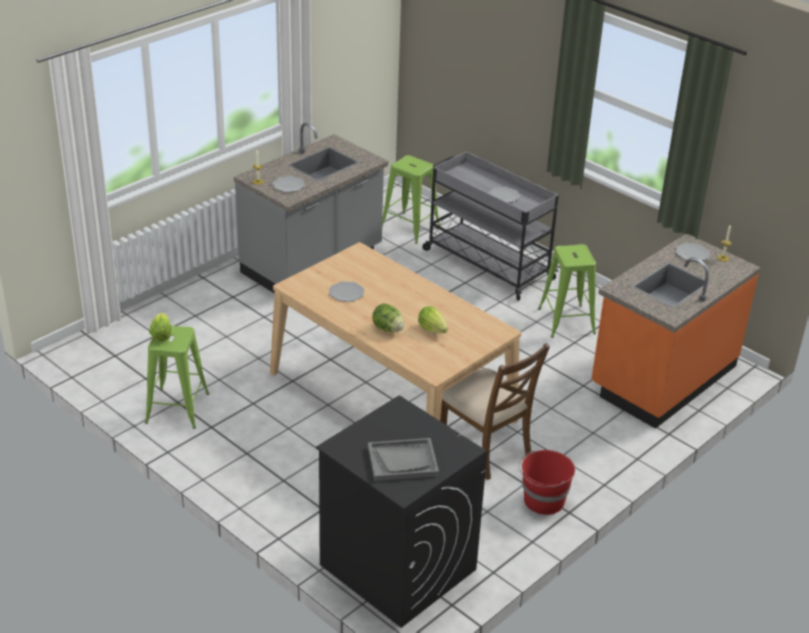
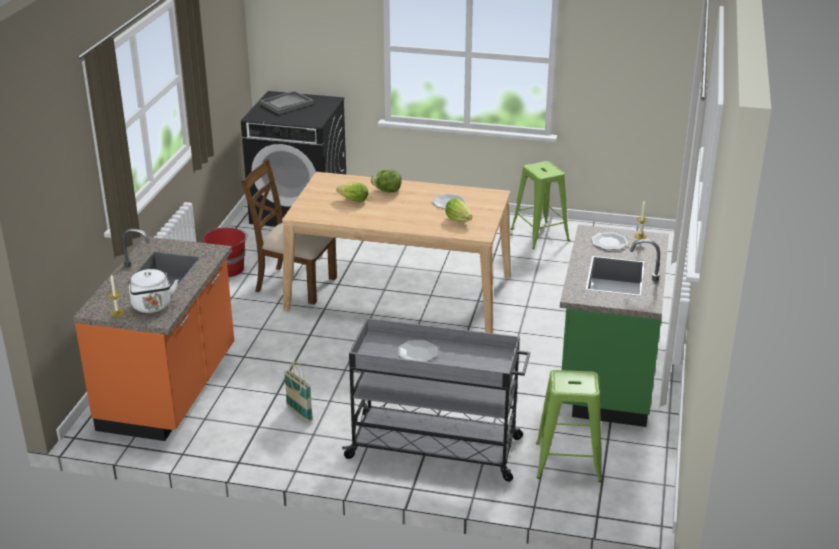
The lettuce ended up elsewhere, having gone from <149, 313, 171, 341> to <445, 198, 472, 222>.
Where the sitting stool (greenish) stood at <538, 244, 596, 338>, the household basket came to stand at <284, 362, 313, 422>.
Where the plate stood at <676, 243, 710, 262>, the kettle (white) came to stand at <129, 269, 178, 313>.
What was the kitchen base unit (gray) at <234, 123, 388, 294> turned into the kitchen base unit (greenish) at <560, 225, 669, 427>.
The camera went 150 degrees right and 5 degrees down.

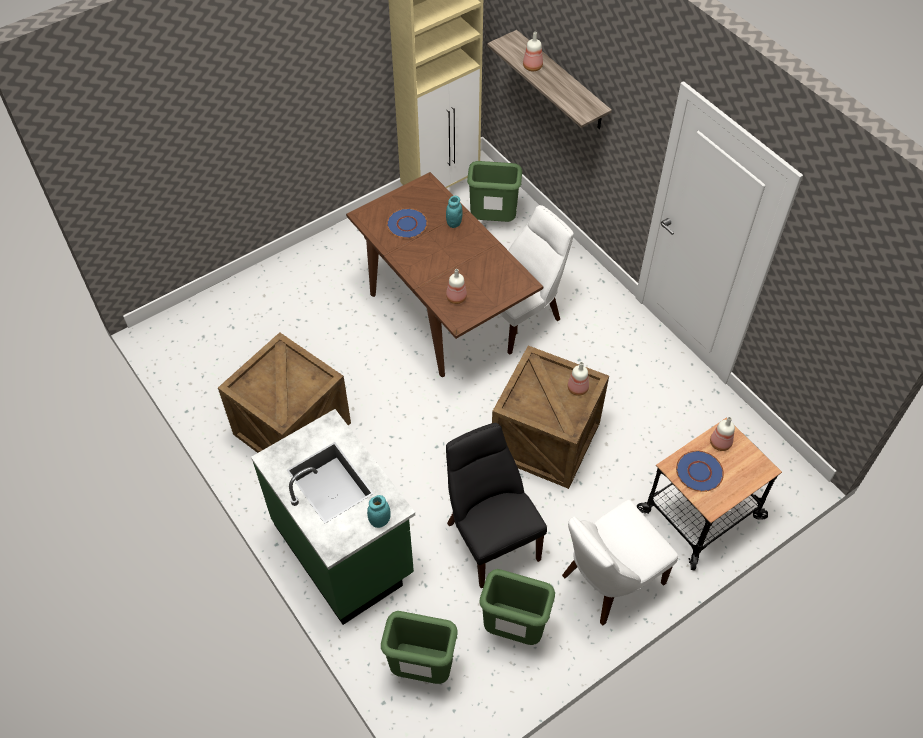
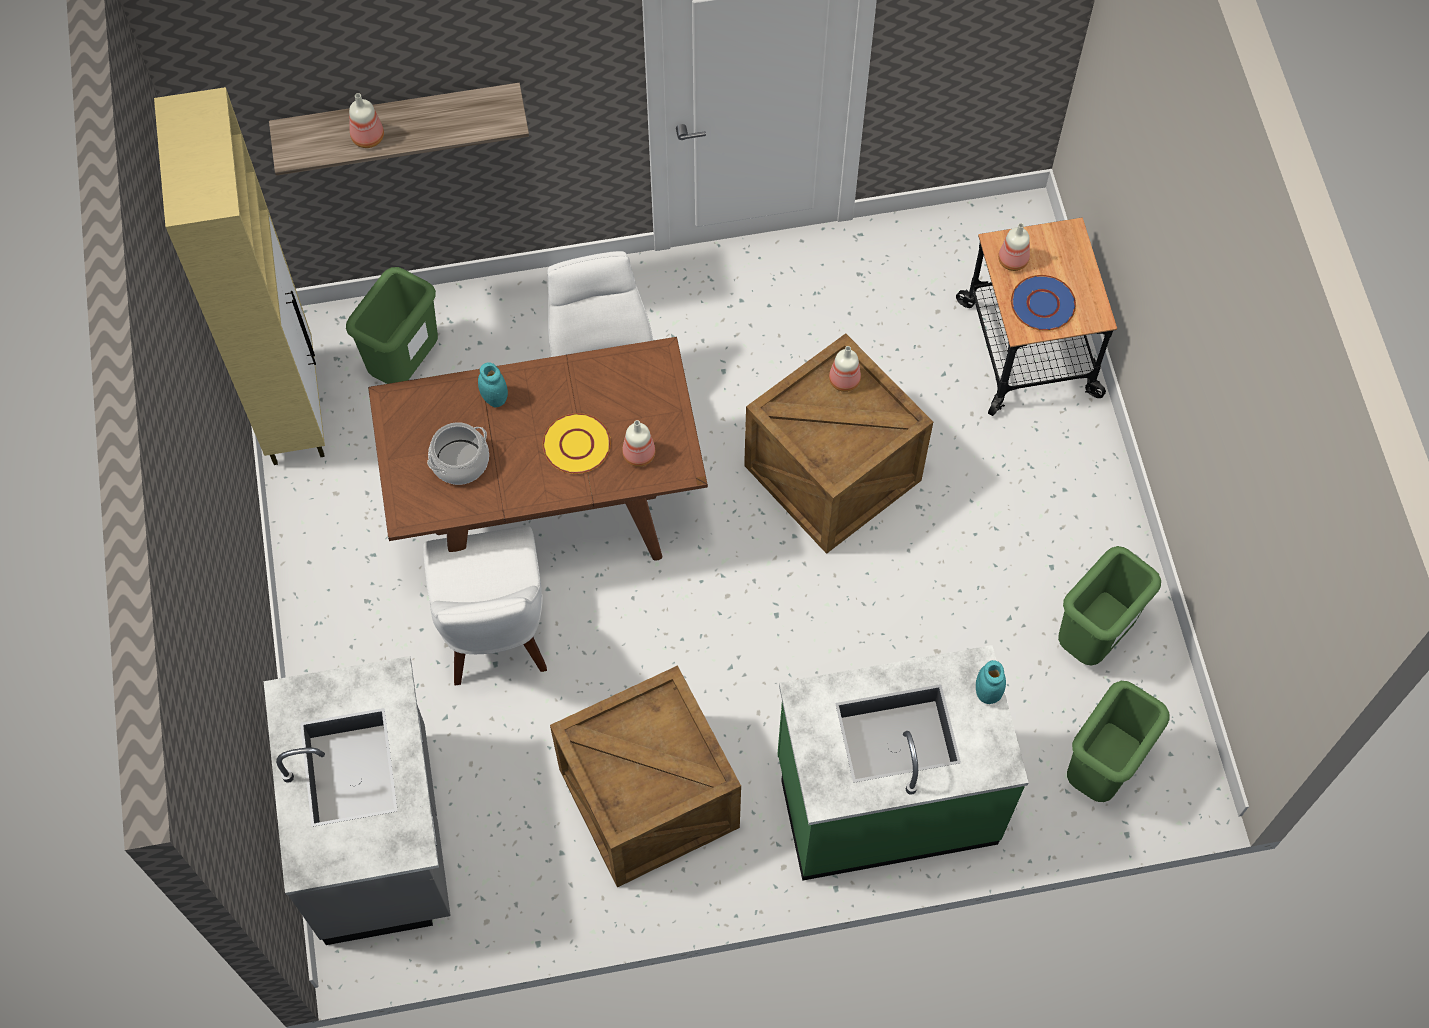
The second view lost the chair (blackish) at <446, 423, 547, 588>.
The second view gained the kitchen base unit (gray) at <264, 656, 450, 945>.
The second view gained the plate (yellow-coloured) at <543, 413, 611, 474>.
The chair (white) ended up elsewhere, having gone from <562, 500, 678, 626> to <423, 526, 547, 685>.
Where the plate (bluish) stood at <387, 208, 427, 238>, the saucepot came to stand at <427, 422, 489, 485>.
The camera went 65 degrees left and 10 degrees up.

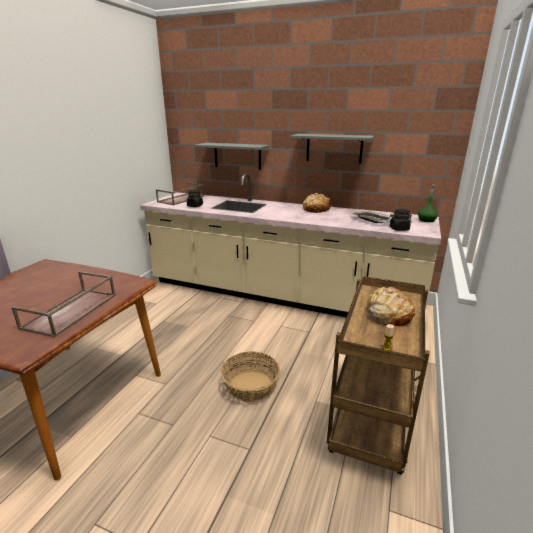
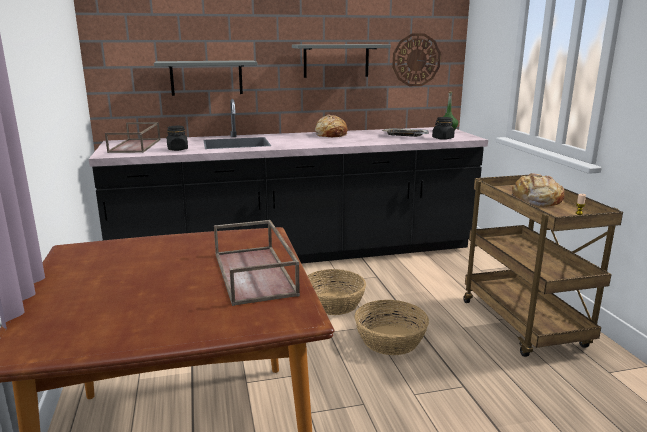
The second view gained the household basket at <307, 269, 366, 315>.
The second view gained the clock on the wall at <392, 33, 441, 86>.
What was the kitchen base unit (sand-coloured) at <140, 173, 441, 317> turned into the kitchen base unit (blackish) at <89, 99, 488, 264>.
The camera went 35 degrees left and 5 degrees down.

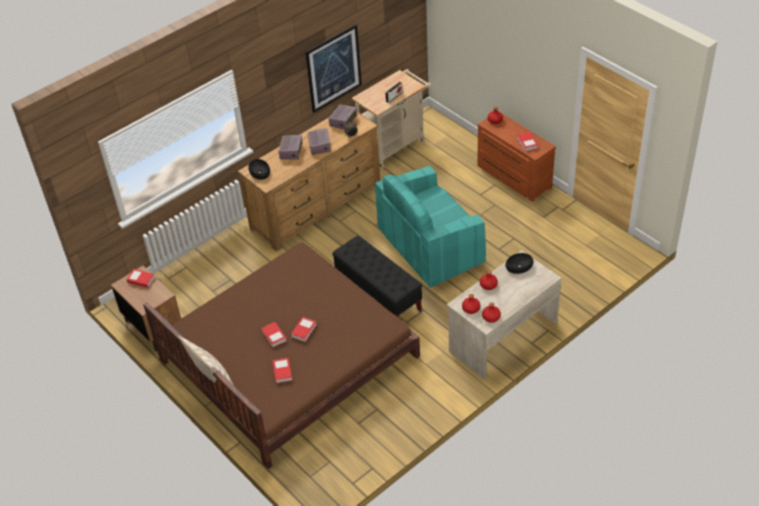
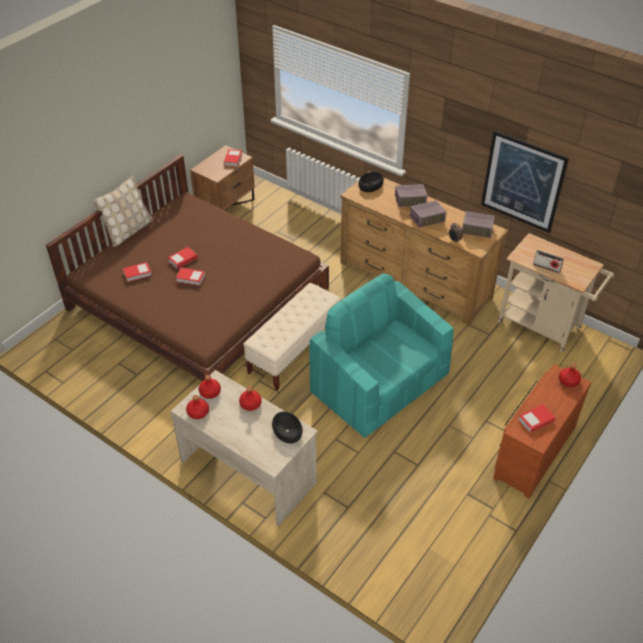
What was the bench (blackish) at <333, 236, 422, 317> turned into the bench (sand-coloured) at <243, 283, 340, 390>.
The camera went 75 degrees right and 0 degrees up.

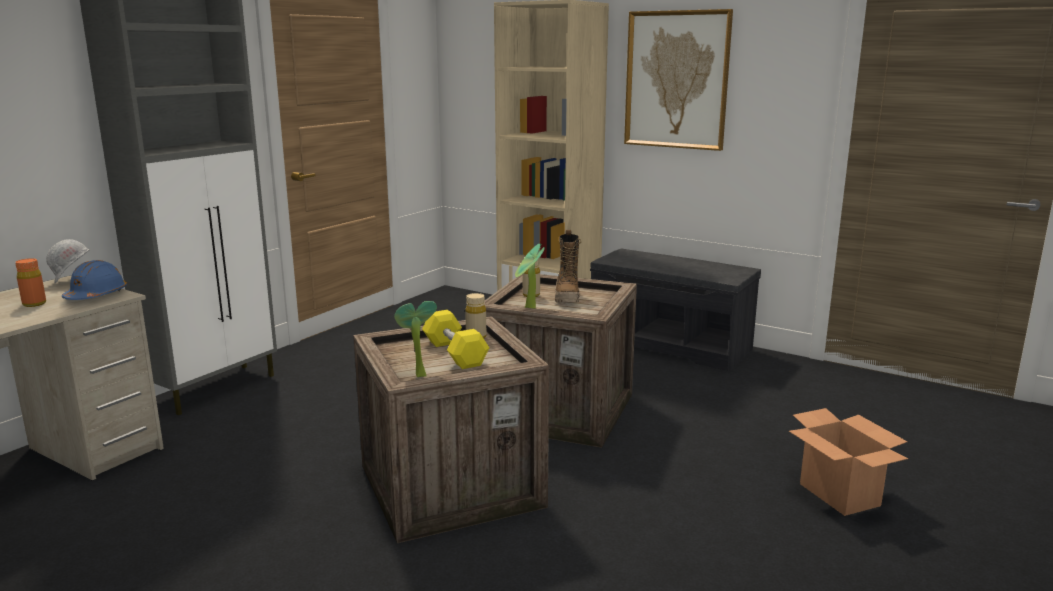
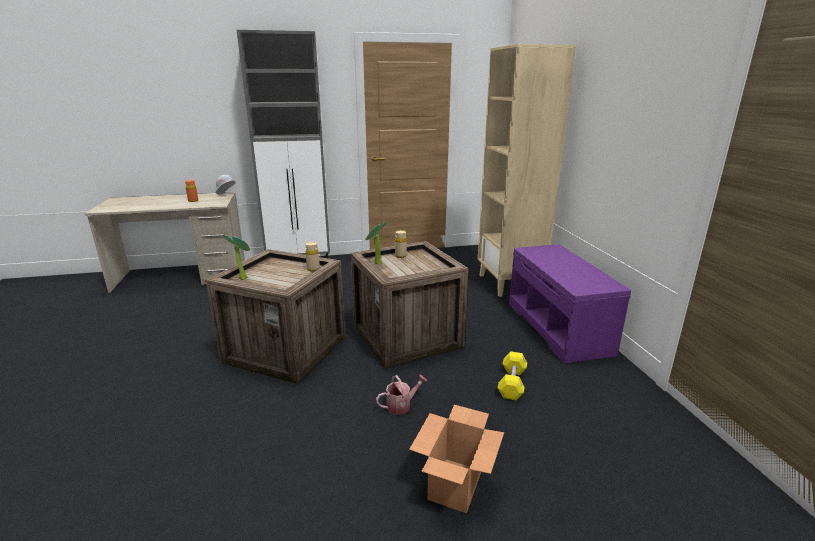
The second view lost the hard hat (bluish) at <62, 260, 127, 300>.
The second view lost the boot at <555, 230, 581, 303>.
The second view lost the picture at <624, 9, 733, 151>.
The second view gained the sprinkling can at <376, 374, 428, 415>.
The hand weight (yellow-coloured) ended up elsewhere, having gone from <422, 310, 489, 369> to <498, 351, 527, 400>.
What was the bench (gray) at <590, 249, 761, 371> turned into the bench (purplish) at <509, 245, 631, 363>.
The camera went 45 degrees right and 5 degrees up.

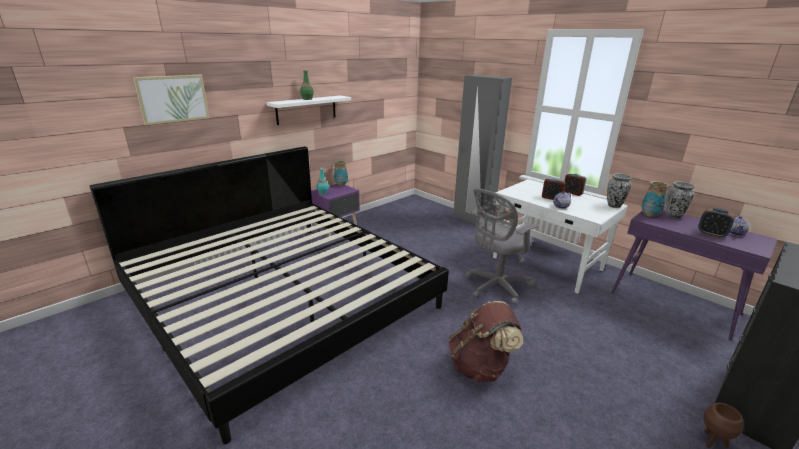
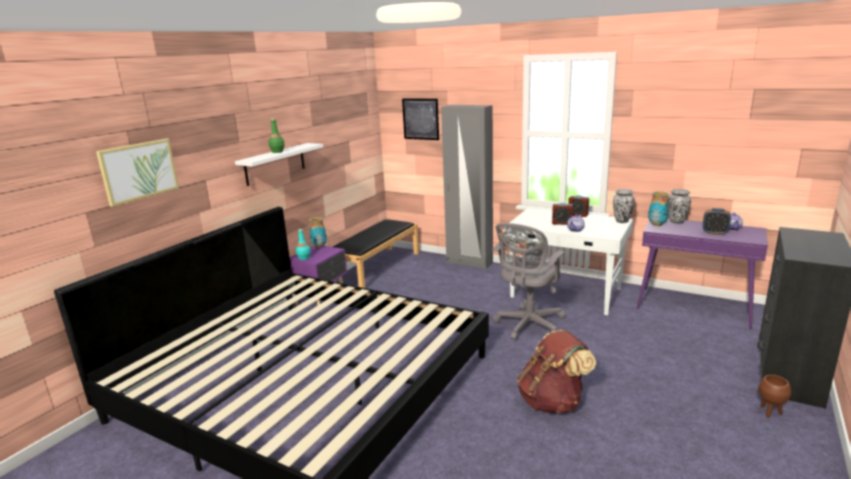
The second view gained the bench (blackish) at <333, 219, 419, 288>.
The second view gained the picture at <402, 99, 439, 140>.
The camera went 15 degrees left and 5 degrees down.

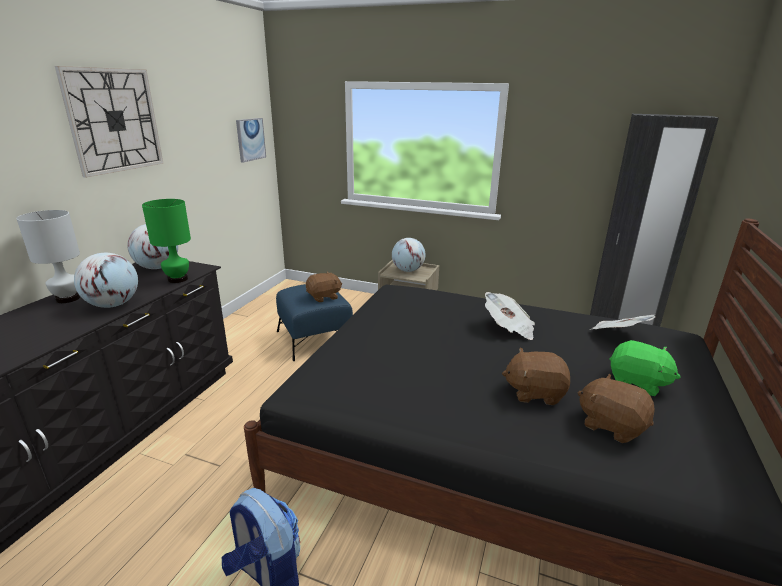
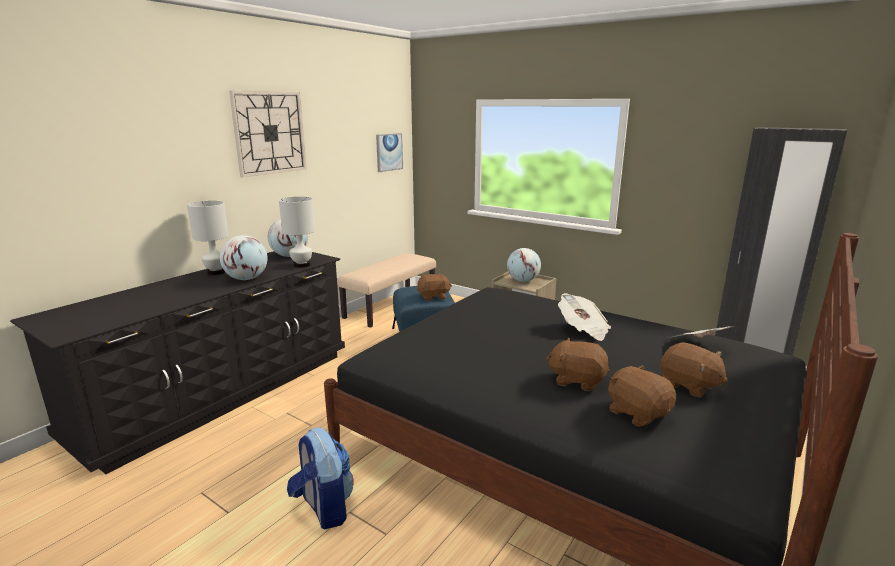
The second view gained the bench (sand-coloured) at <337, 253, 436, 327>.
What was the lamp for a table (greenish) at <142, 199, 191, 283> turned into the lamp for a table (white) at <279, 197, 315, 268>.
What was the plush toy (greenish) at <610, 340, 681, 396> turned into the plush toy (brown-coloured) at <660, 342, 728, 397>.
The camera went 15 degrees right and 5 degrees down.

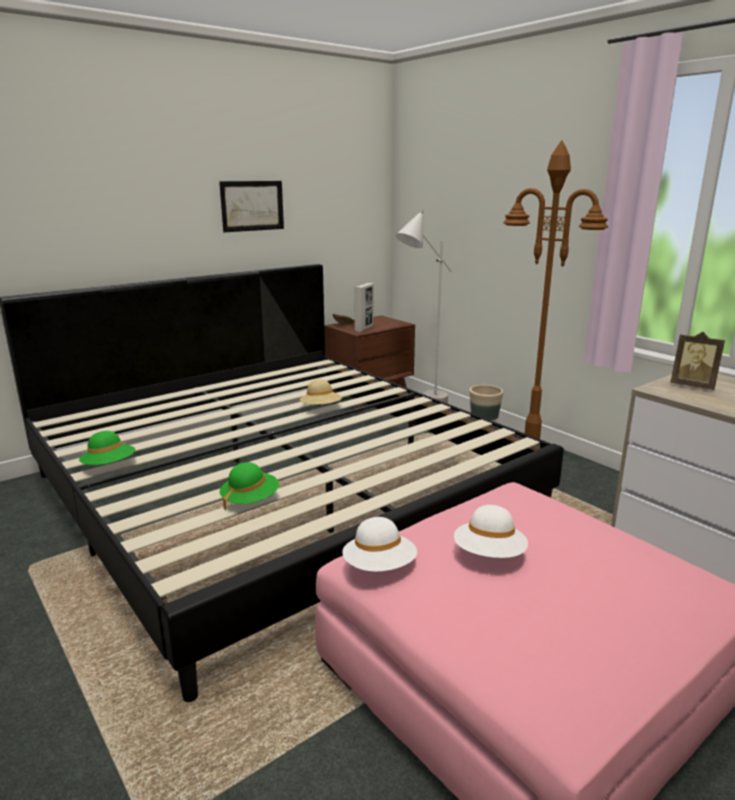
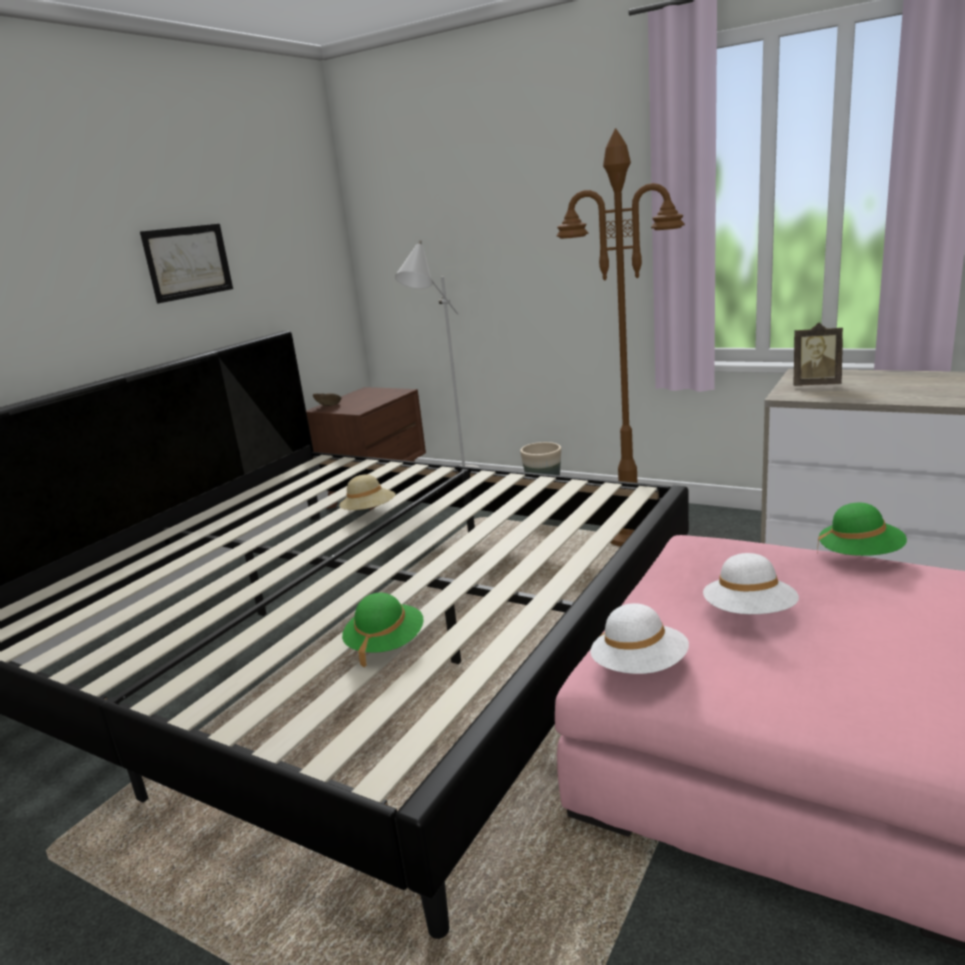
The second view lost the standing frame at <354, 283, 373, 332>.
The wearable hat (greenish) ended up elsewhere, having gone from <79, 431, 135, 465> to <817, 503, 907, 556>.
The camera went 20 degrees left and 0 degrees up.

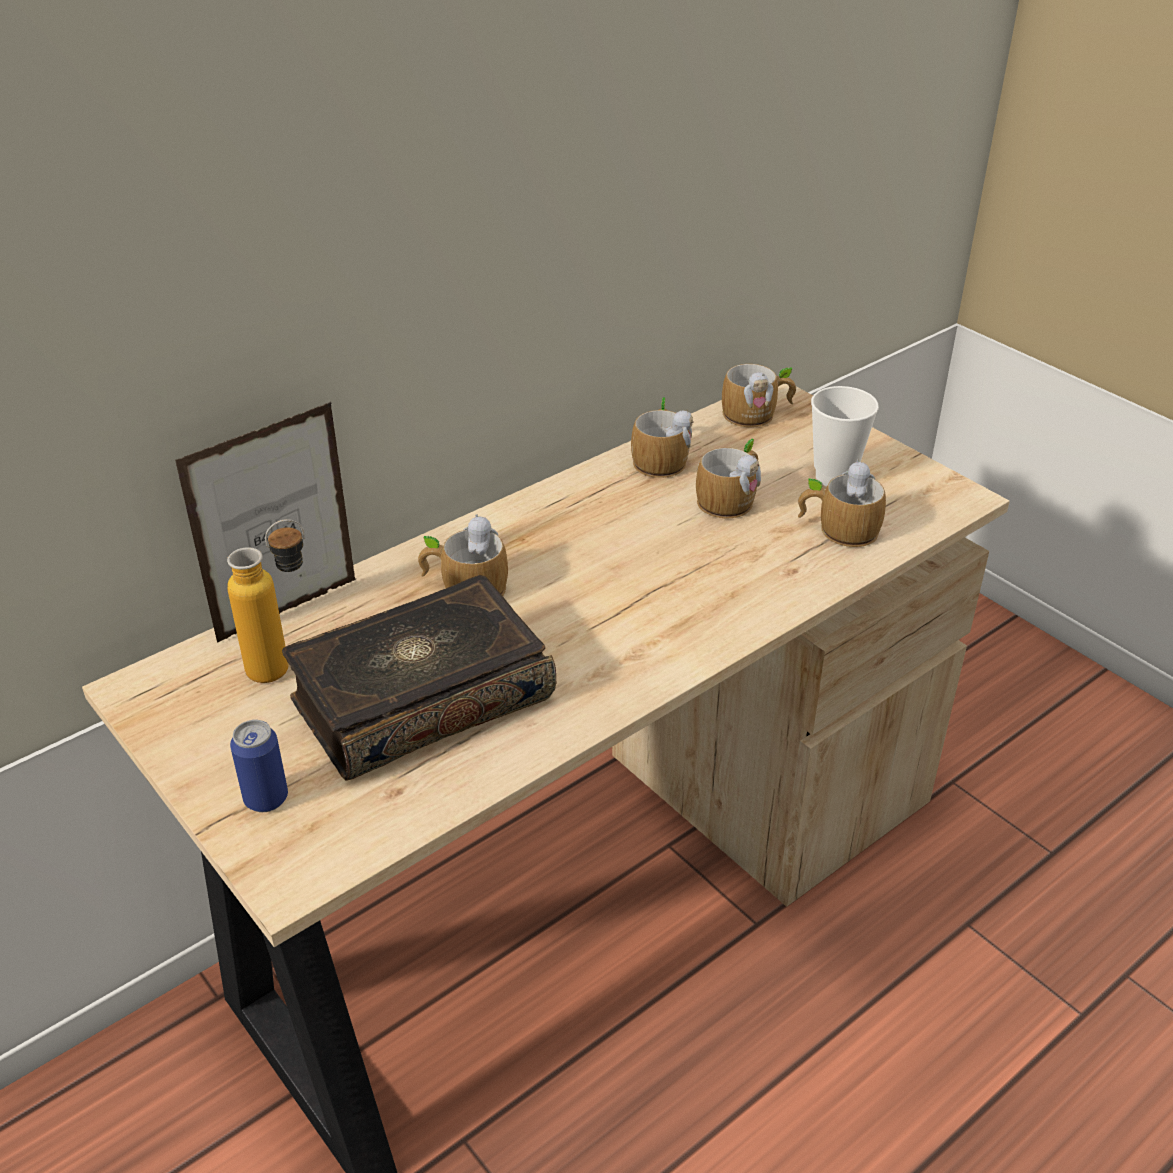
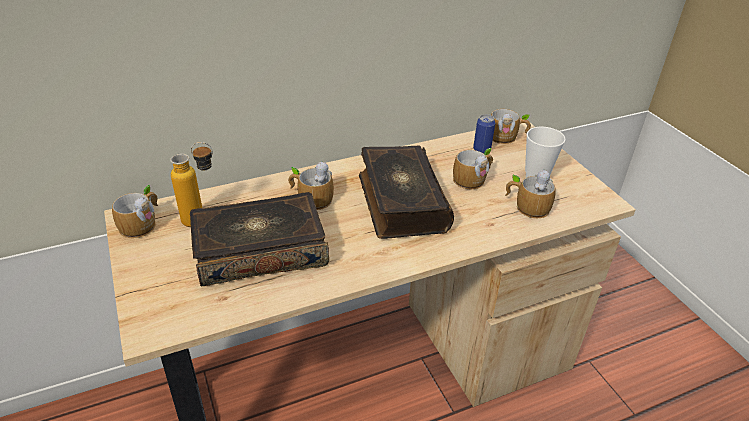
The second view lost the standing frame at <175, 402, 356, 643>.
The second view gained the volume at <359, 146, 454, 239>.
The can ended up elsewhere, having gone from <230, 720, 288, 812> to <473, 114, 495, 154>.
The coffee mug ended up elsewhere, having gone from <631, 398, 694, 478> to <112, 185, 158, 238>.
The camera went 15 degrees right and 0 degrees up.

